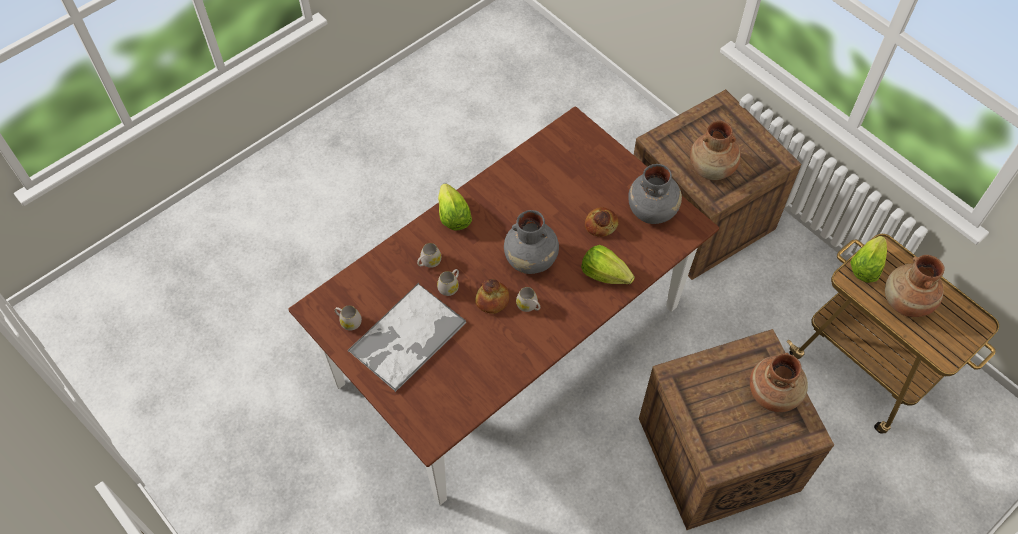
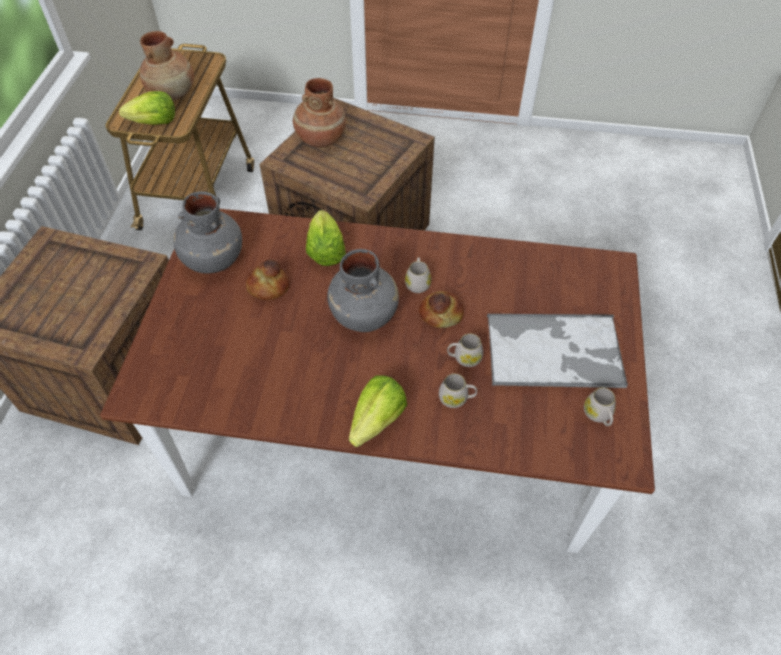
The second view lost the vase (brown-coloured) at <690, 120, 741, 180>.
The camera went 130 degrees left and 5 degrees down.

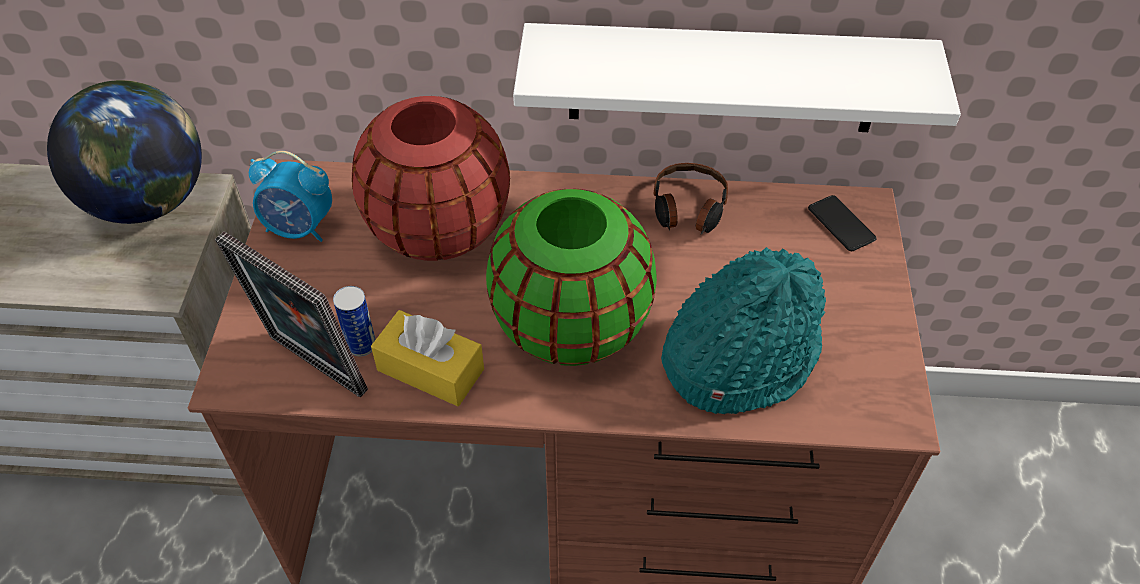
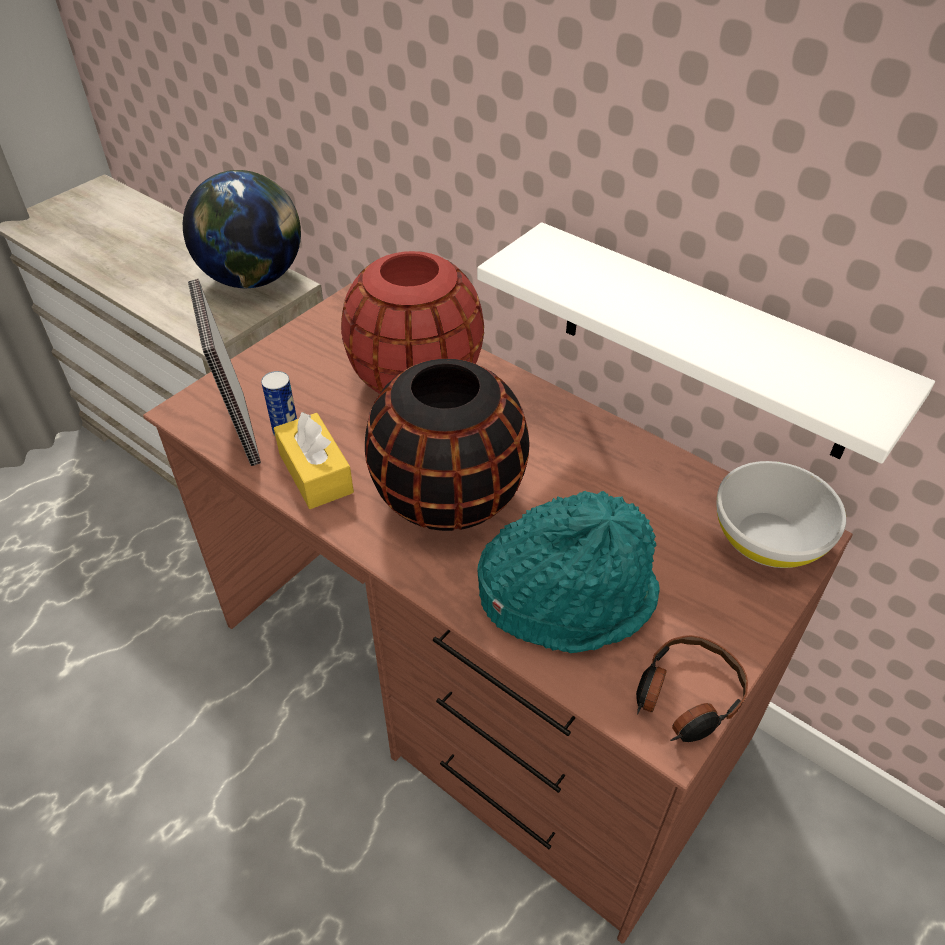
The second view lost the alarm clock at <249, 151, 332, 242>.
The headphones ended up elsewhere, having gone from <654, 163, 728, 235> to <636, 635, 748, 742>.
Where the handset stood at <808, 195, 877, 251>, the bowl (white) came to stand at <716, 461, 846, 568>.
What was the vase (greenish) at <486, 188, 657, 366> turned into the vase (blackish) at <365, 359, 530, 531>.
The camera went 35 degrees right and 5 degrees down.

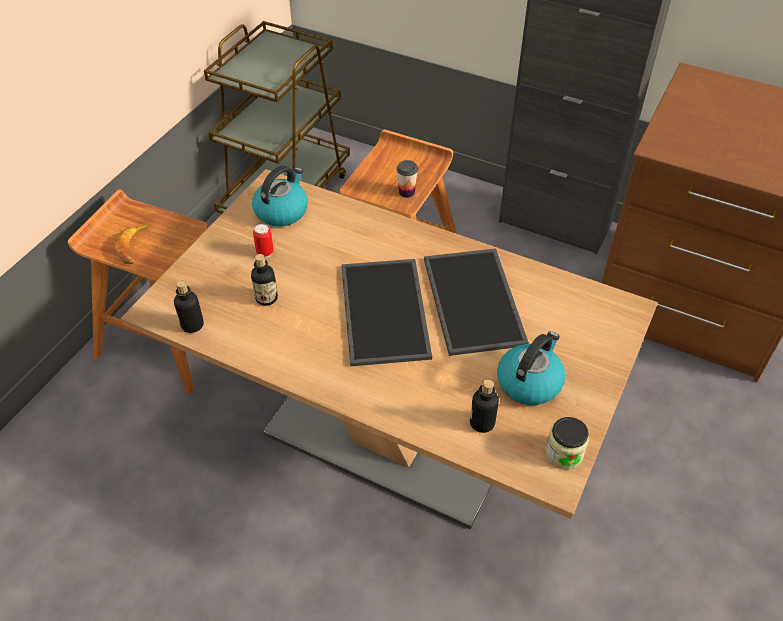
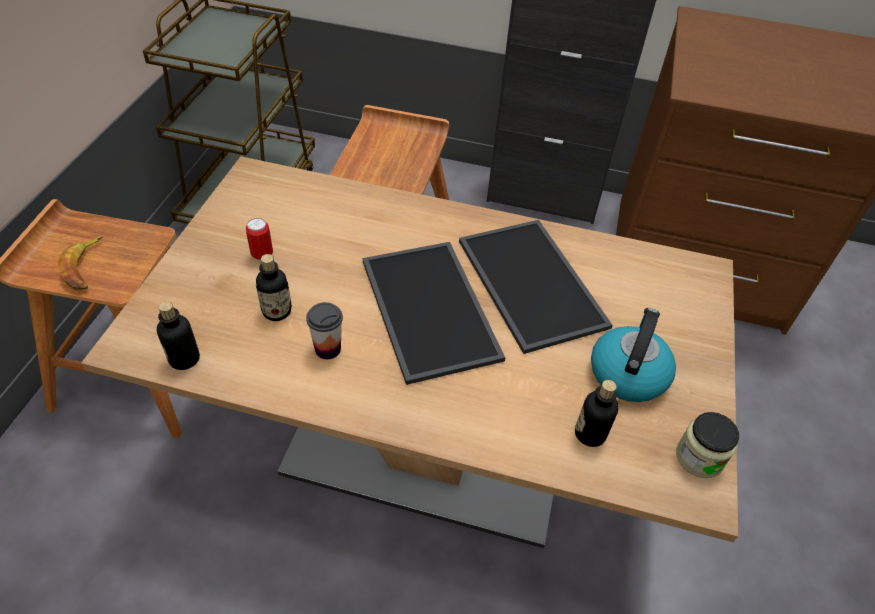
The second view lost the kettle at <252, 166, 308, 227>.
The small cup ended up elsewhere, having gone from <397, 160, 418, 198> to <306, 302, 343, 359>.
The camera went 15 degrees left and 0 degrees up.

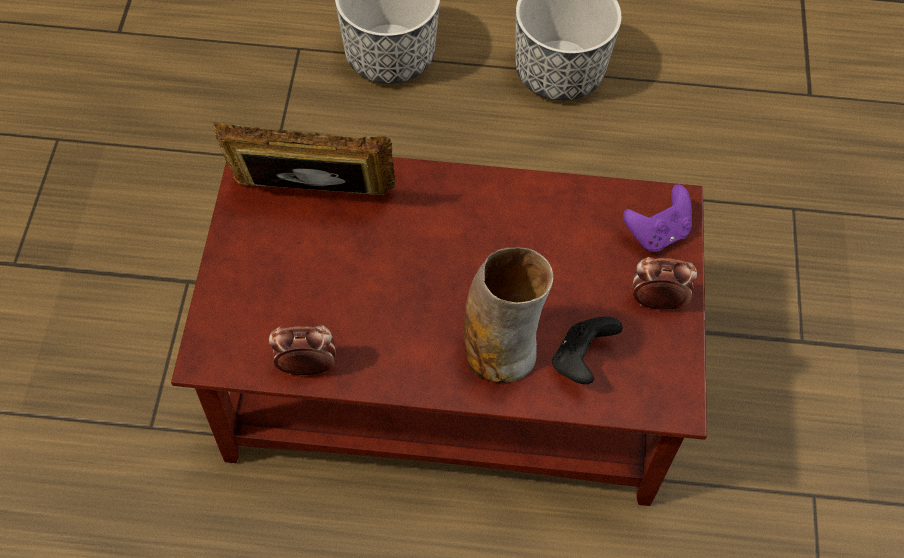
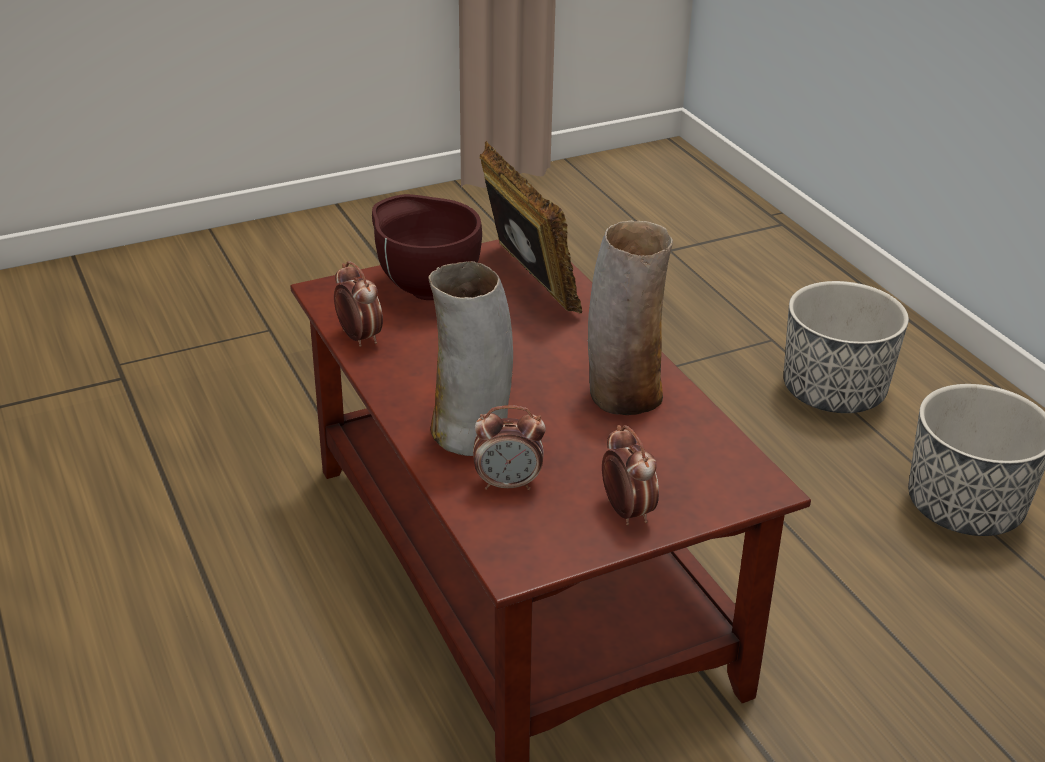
The second view lost the joypad (purplish) at <623, 184, 692, 252>.
The second view gained the bowl (brown-coloured) at <372, 194, 482, 300>.
The second view gained the vase at <588, 221, 673, 415>.
Where the joypad (blackish) stood at <552, 317, 623, 384>, the alarm clock came to stand at <473, 405, 546, 490>.
The camera went 60 degrees right and 25 degrees down.

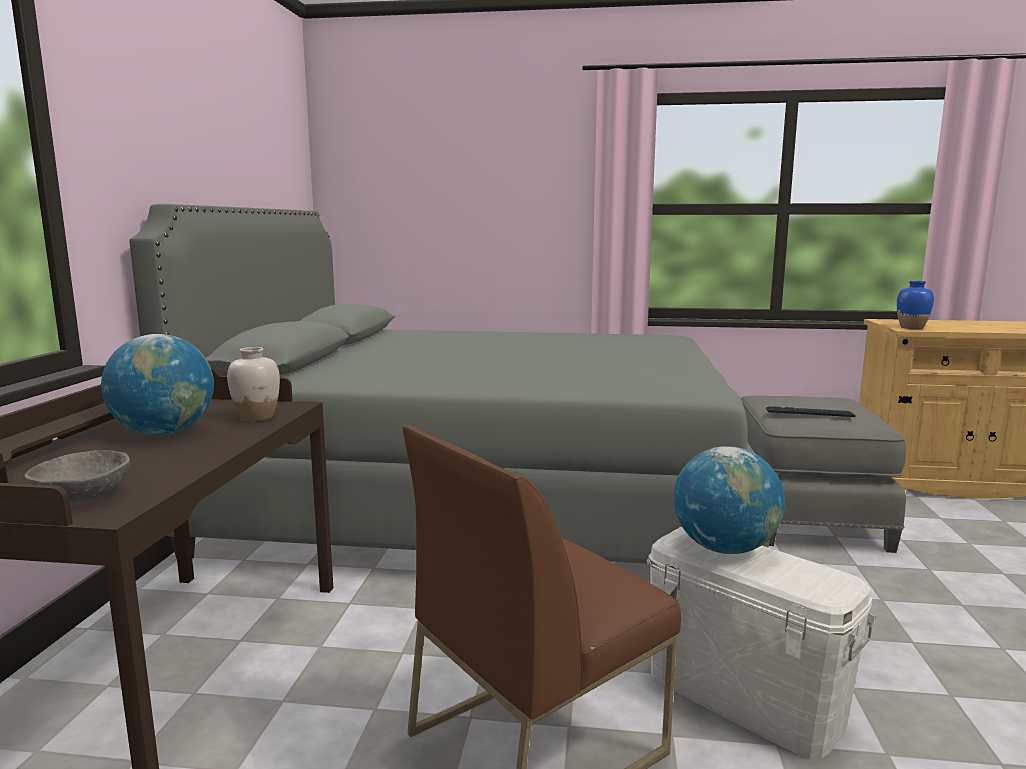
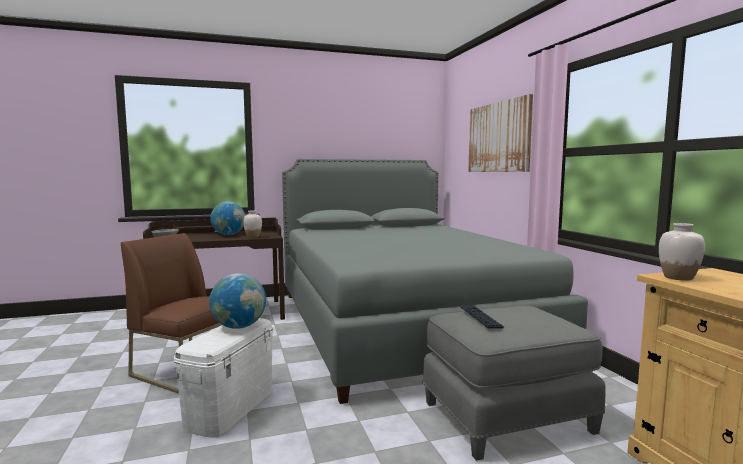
The second view gained the picture at <468, 94, 533, 172>.
What was the vase (bluish) at <897, 281, 934, 329> turned into the vase (white) at <659, 223, 705, 281>.
The camera went 65 degrees right and 5 degrees down.

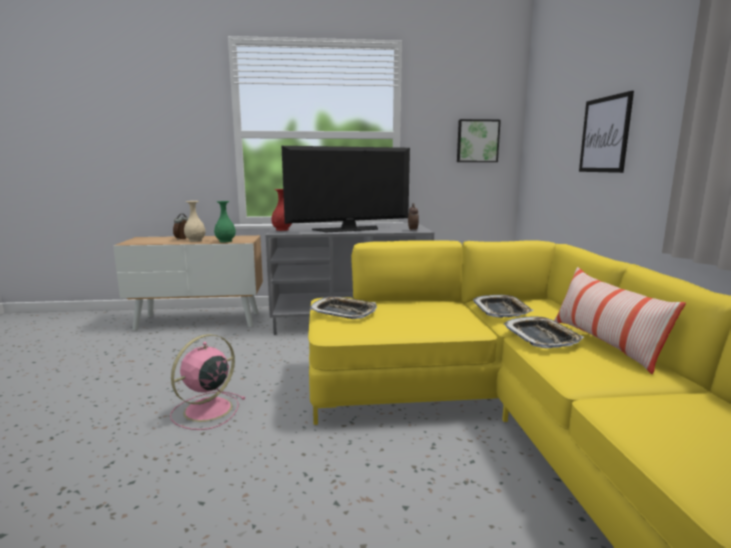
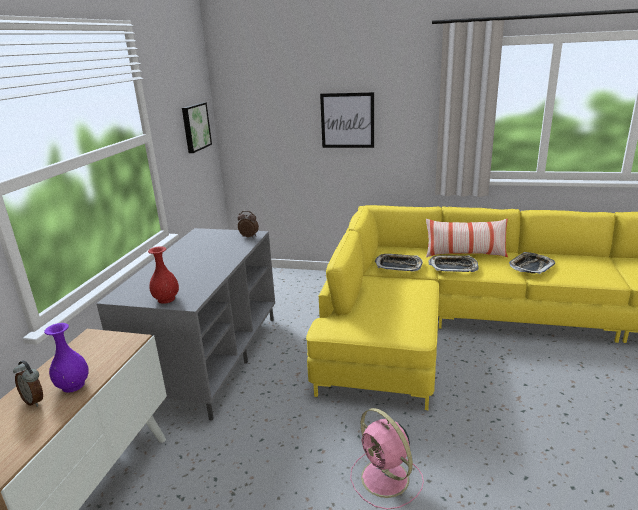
The second view lost the vase (greenish) at <214, 201, 236, 242>.
The second view lost the television at <282, 146, 410, 232>.
The serving tray ended up elsewhere, having gone from <310, 297, 377, 319> to <509, 252, 555, 274>.
What was the vase (sand-coloured) at <184, 201, 206, 242> turned into the vase (purplish) at <44, 323, 89, 393>.
The camera went 70 degrees left and 10 degrees up.

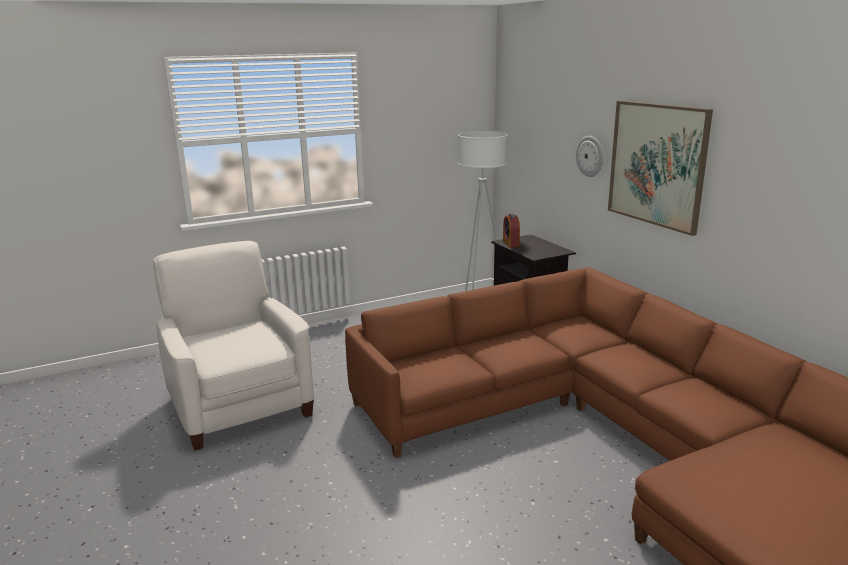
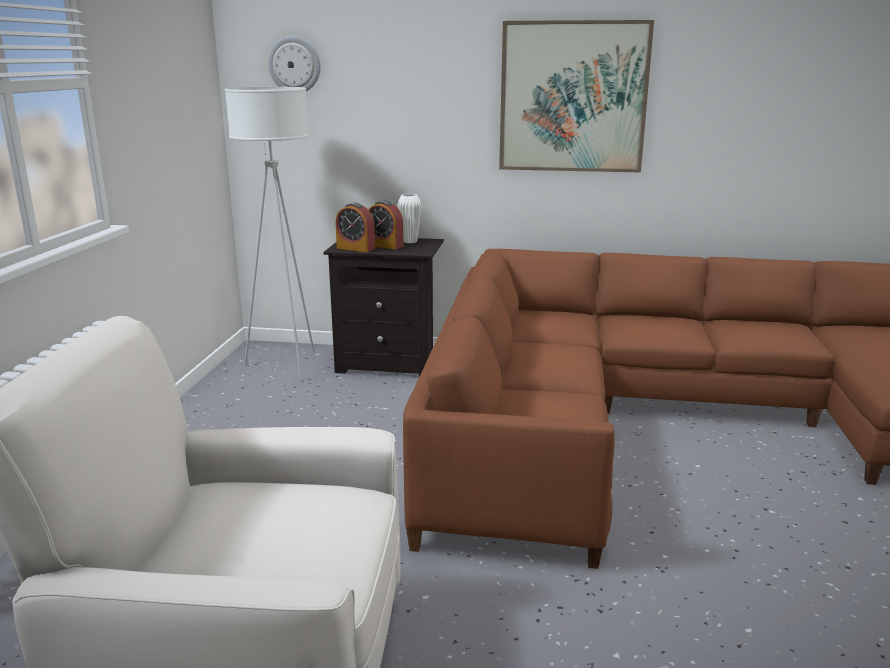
The second view gained the alarm clock at <368, 200, 404, 249>.
The second view gained the vase (white) at <397, 194, 421, 243>.
The clock on the wall ended up elsewhere, having gone from <576, 136, 603, 177> to <268, 36, 320, 91>.
The camera went 55 degrees left and 0 degrees up.

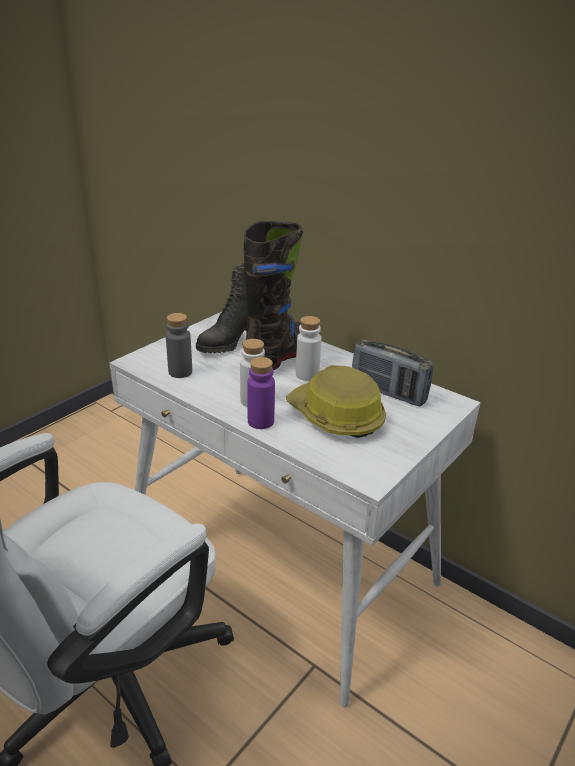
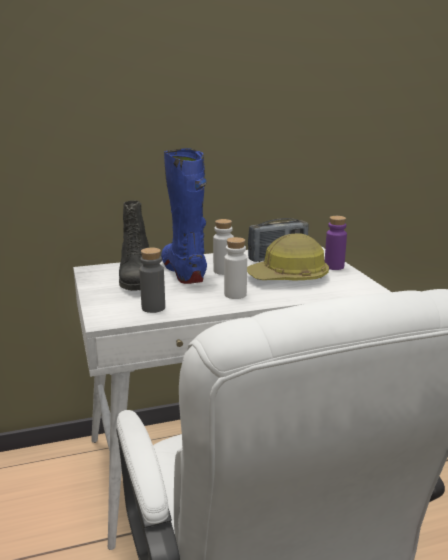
The beverage bottle (purplish) ended up elsewhere, having gone from <247, 357, 275, 429> to <325, 216, 347, 270>.
What was the boot (blackish) at <244, 221, 303, 370> turned into the boot (bluish) at <161, 148, 207, 284>.
The camera went 55 degrees left and 10 degrees down.

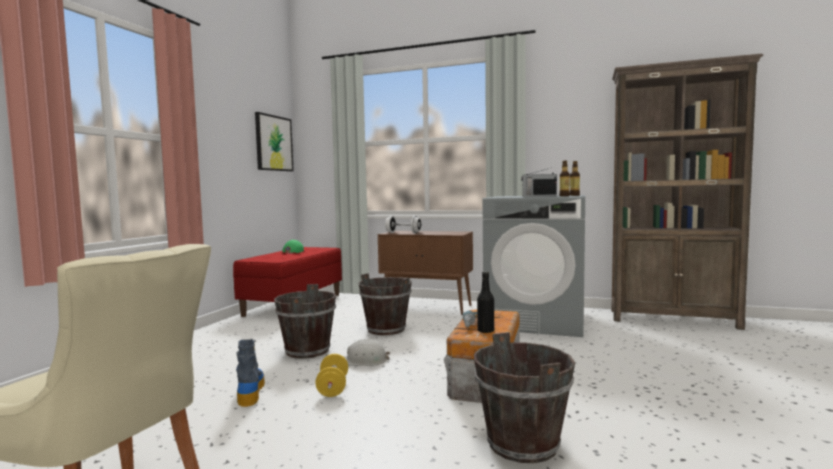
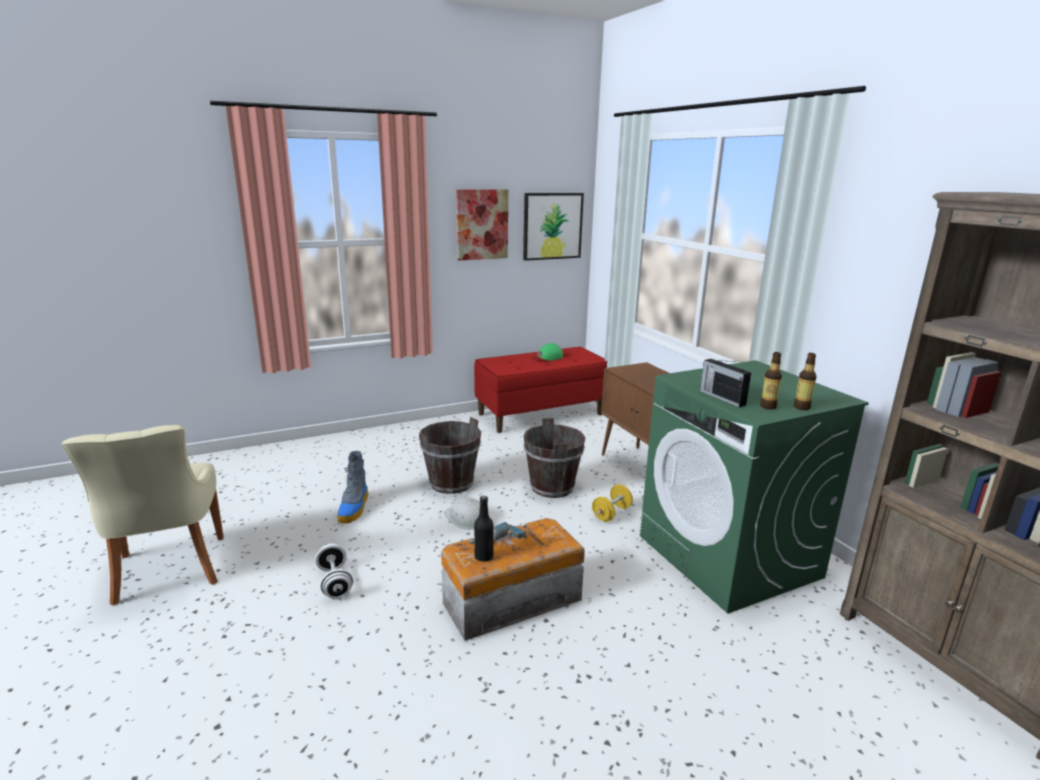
The second view lost the water bucket (brown-coloured) at <474, 332, 575, 463>.
The second view gained the picture at <456, 189, 508, 260>.
The hand weight (yellow-coloured) ended up elsewhere, having gone from <315, 354, 348, 397> to <592, 484, 633, 522>.
The hand weight (white) ended up elsewhere, having gone from <385, 216, 422, 233> to <315, 543, 353, 599>.
What was the laundry machine (gray) at <483, 195, 585, 337> turned into the laundry machine (greenish) at <640, 360, 869, 614>.
The boot at <236, 339, 265, 407> ended up facing another way, 150 degrees clockwise from before.
The camera went 45 degrees right and 15 degrees up.

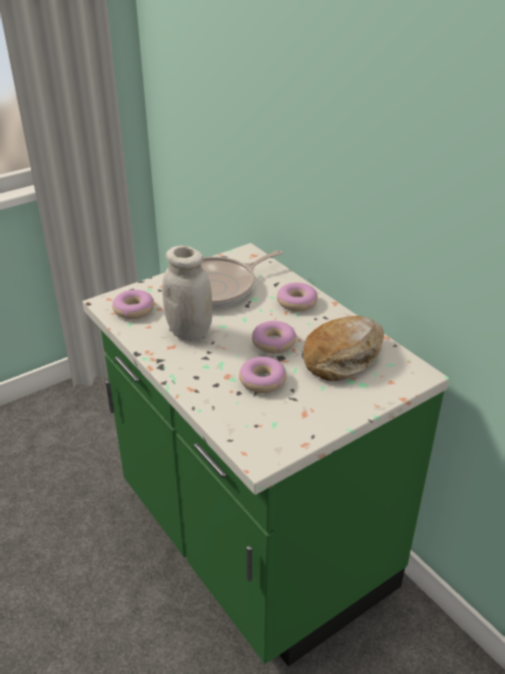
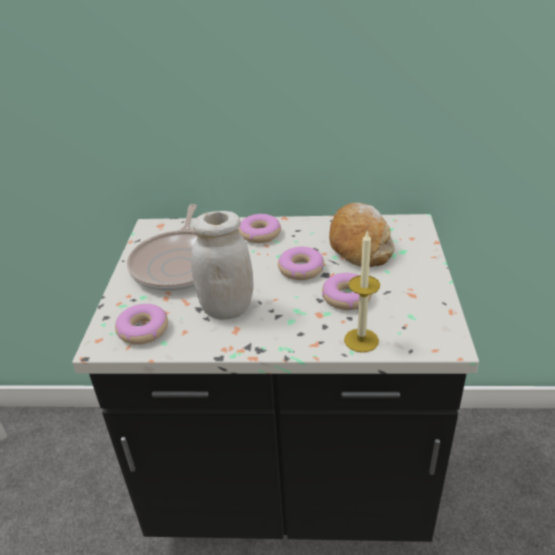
The second view gained the wax light at <344, 230, 380, 353>.
What was the kitchen base unit (greenish) at <83, 243, 449, 667> turned into the kitchen base unit (blackish) at <72, 214, 479, 542>.
The camera went 50 degrees left and 0 degrees up.

